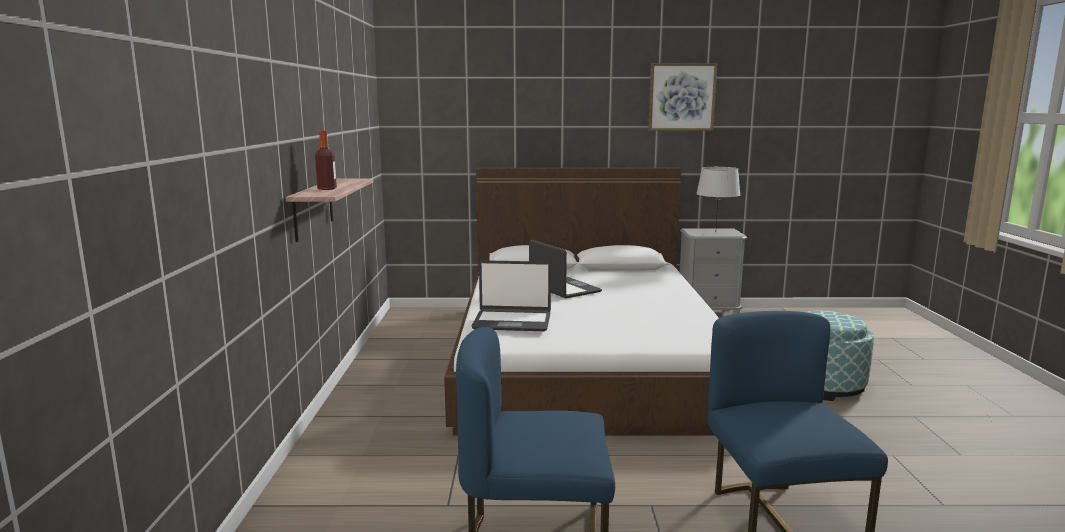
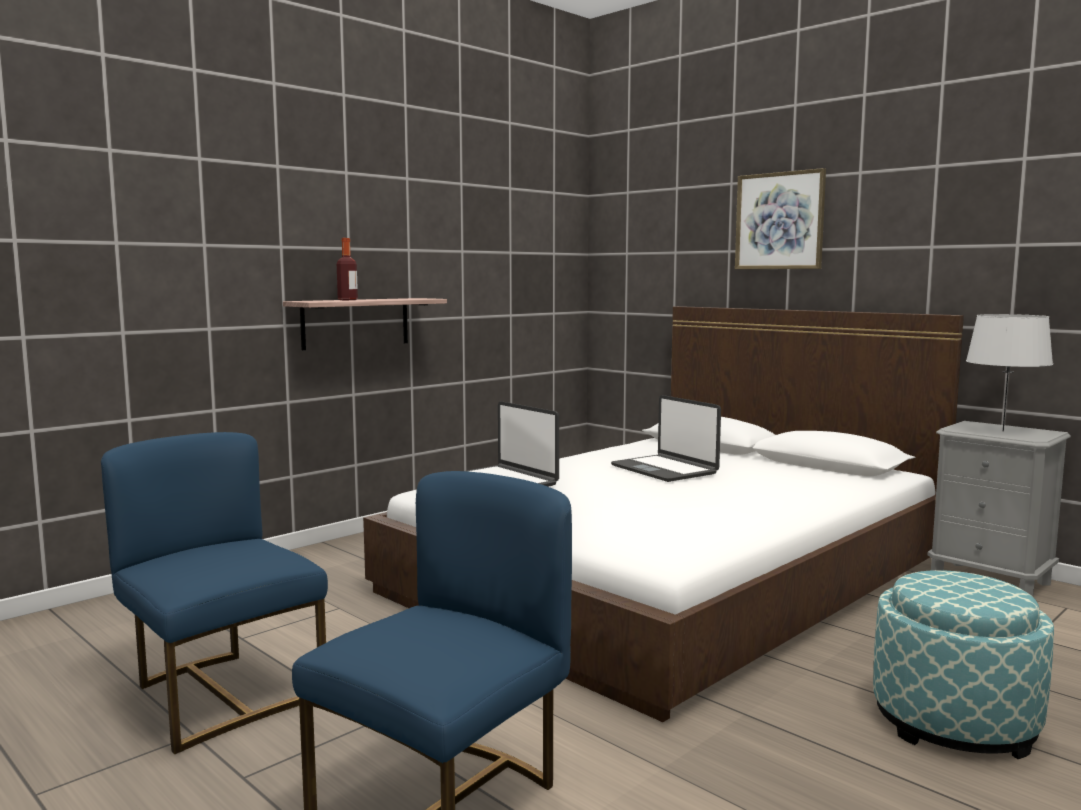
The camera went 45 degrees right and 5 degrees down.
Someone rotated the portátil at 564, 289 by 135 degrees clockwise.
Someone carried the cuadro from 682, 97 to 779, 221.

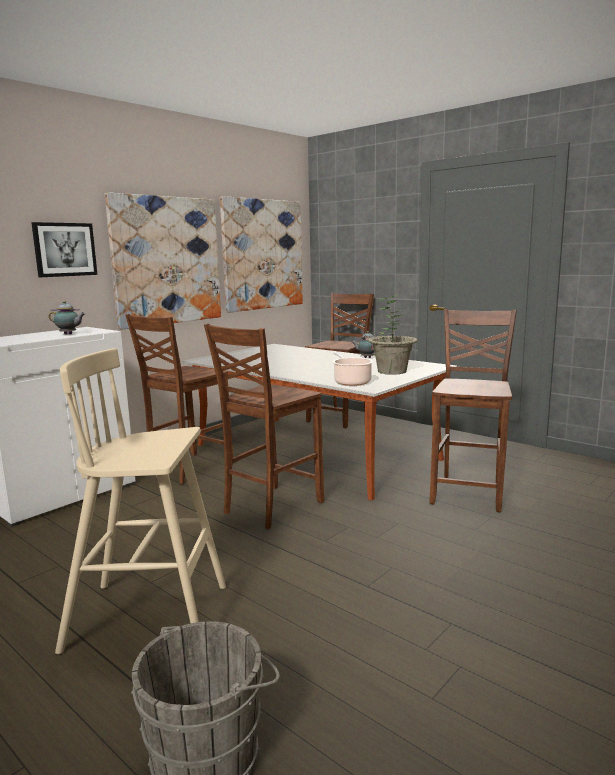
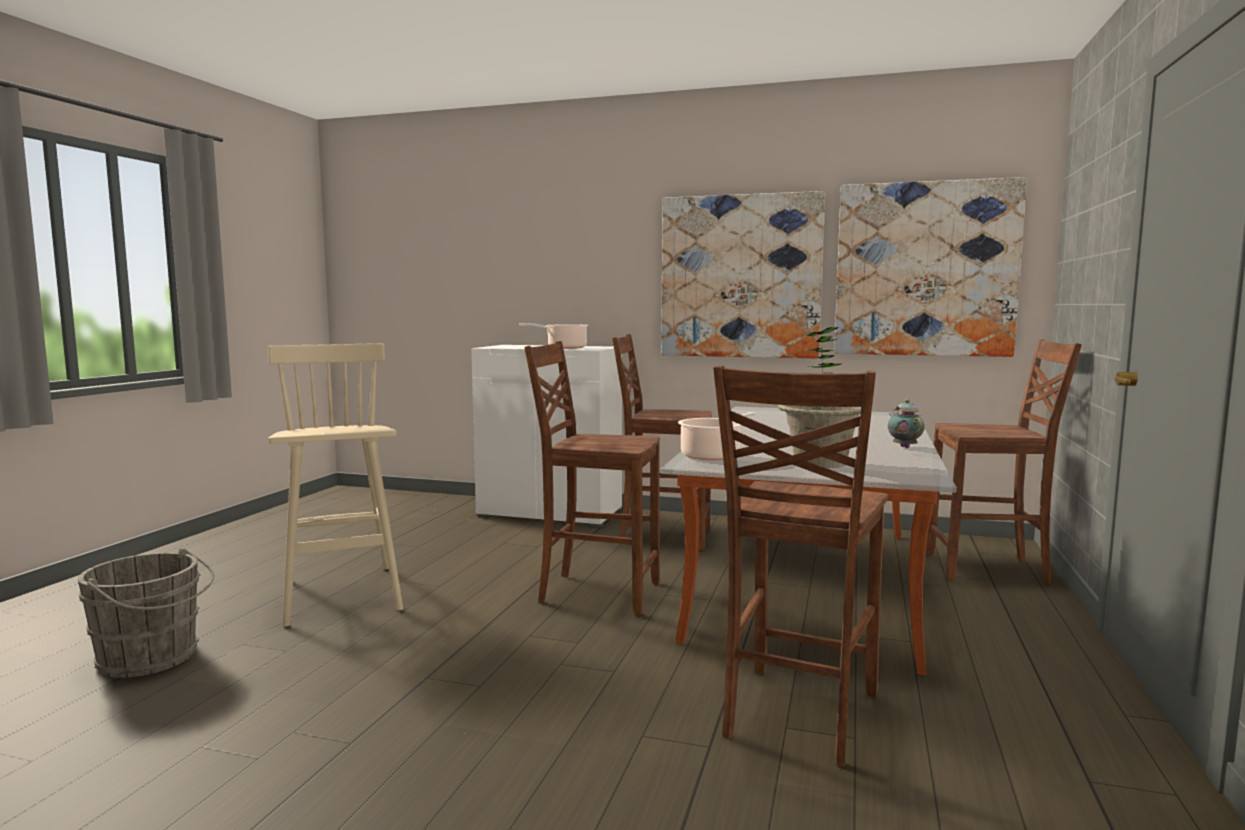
The camera went 65 degrees right and 5 degrees down.
Someone swapped the tetera at 69, 334 for the olla at 564, 348.
Someone rotated the silla (marrón) at 469, 492 by 120 degrees clockwise.
Someone took away the cuadro at 64, 249.

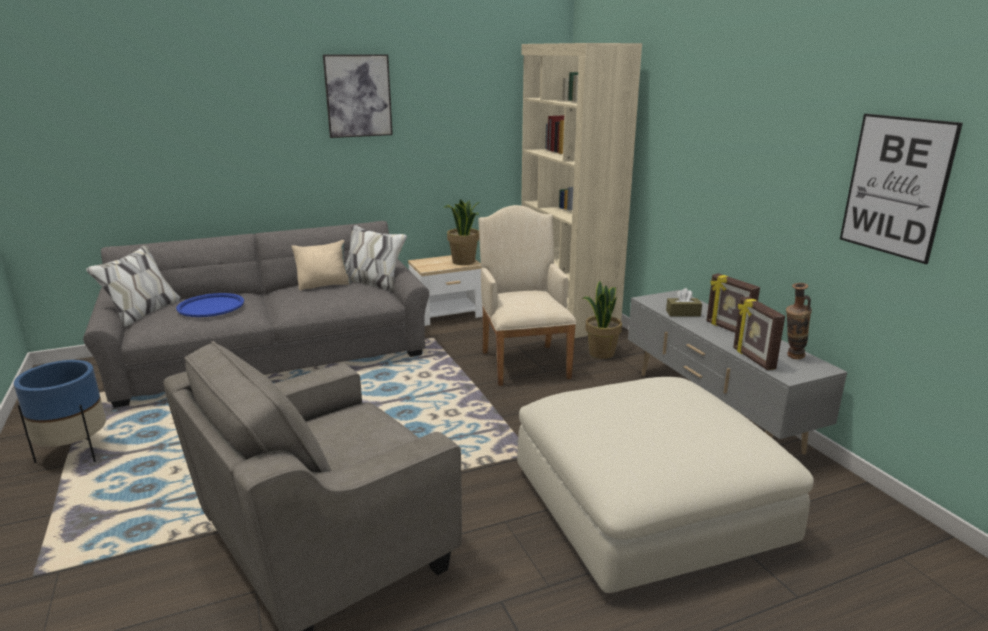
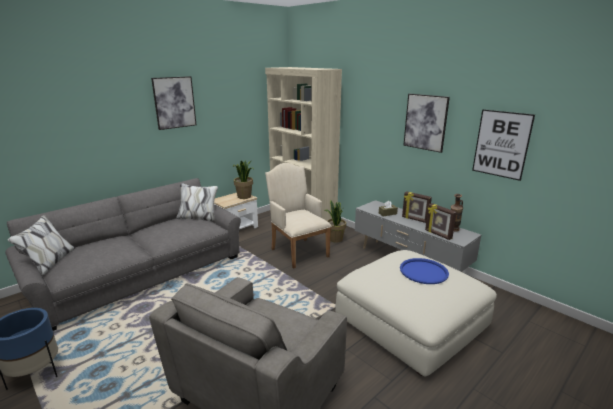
The camera went 20 degrees left and 0 degrees up.
Someone carried the bandeja (azul) from 211, 306 to 423, 271.
Someone put up the cuadro at 425, 122.
Someone took away the cojín (beis) at 324, 285.

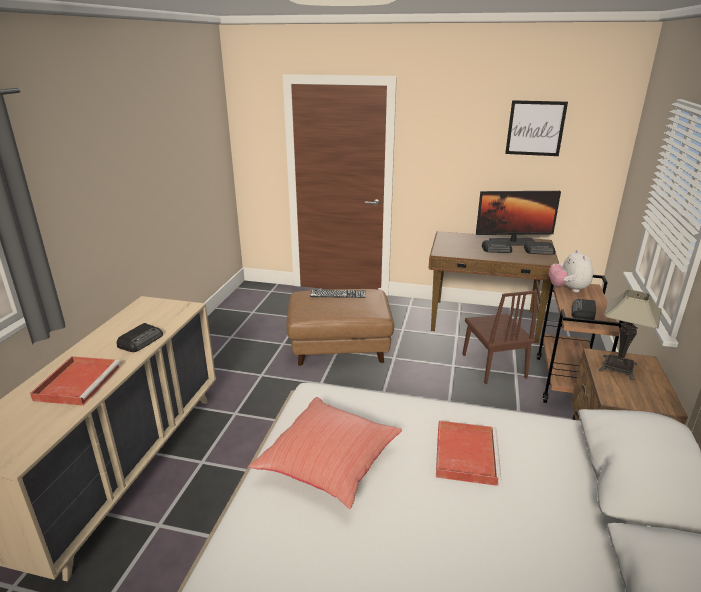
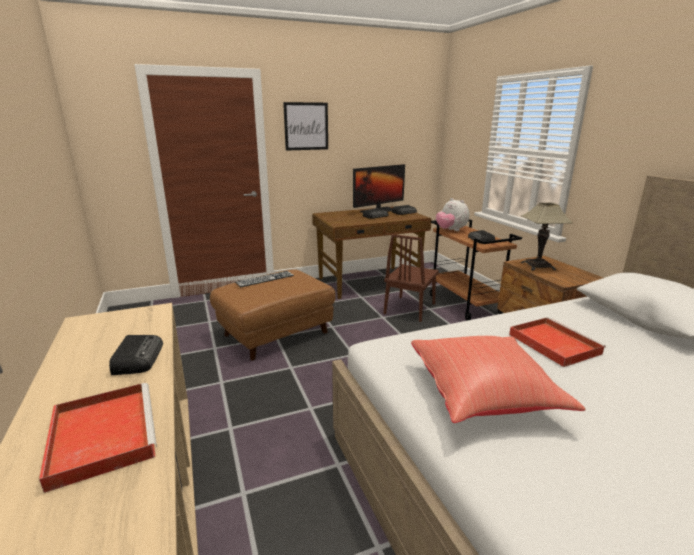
The camera went 35 degrees left and 5 degrees down.
Someone carried the cuadro from 535, 128 to 306, 126.
Someone rotated the silla (marrón) at 493, 366 by 75 degrees clockwise.

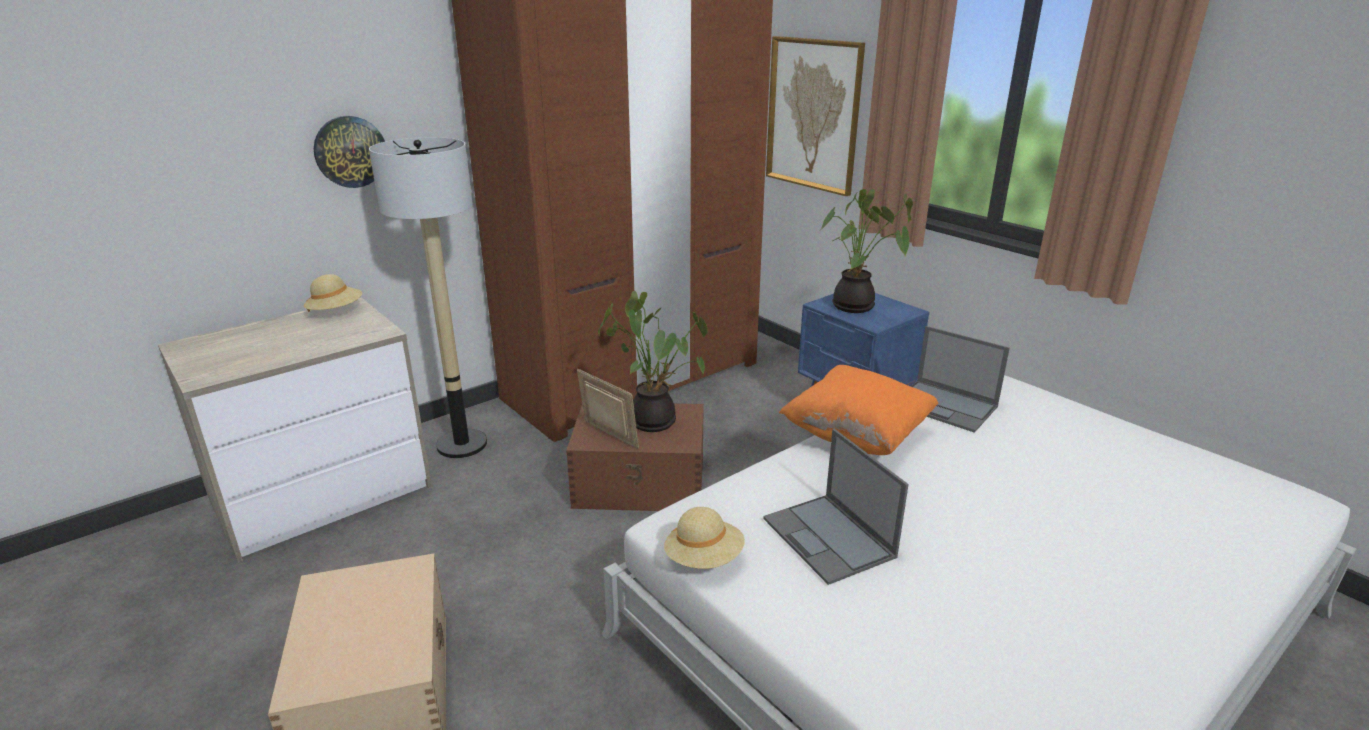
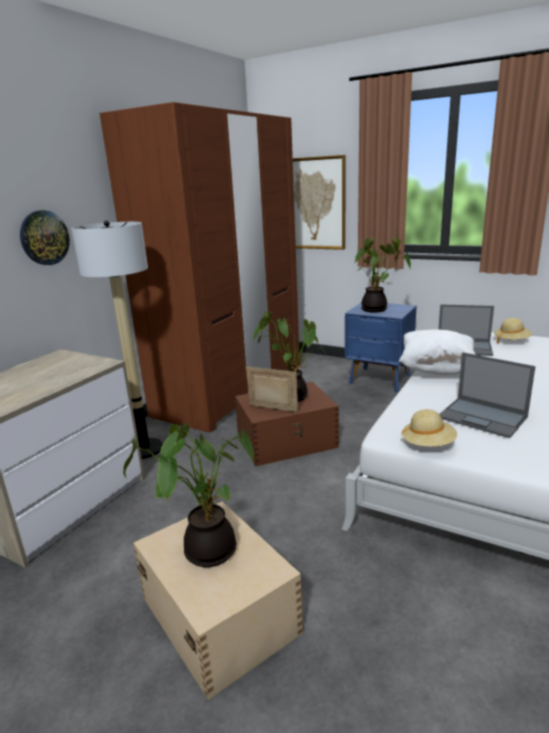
The camera went 20 degrees left and 5 degrees down.
Someone put down the planta en maceta at 207, 548.
Someone repainted the cojín (naranja) at 857, 436, which became the cojín (blanco) at 437, 370.
Someone carried the sombrero (beis) from 336, 312 to 511, 341.

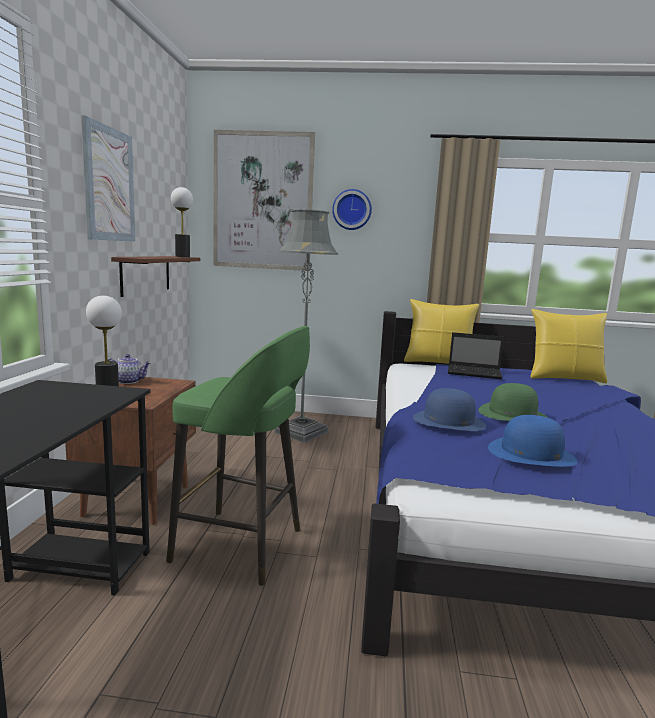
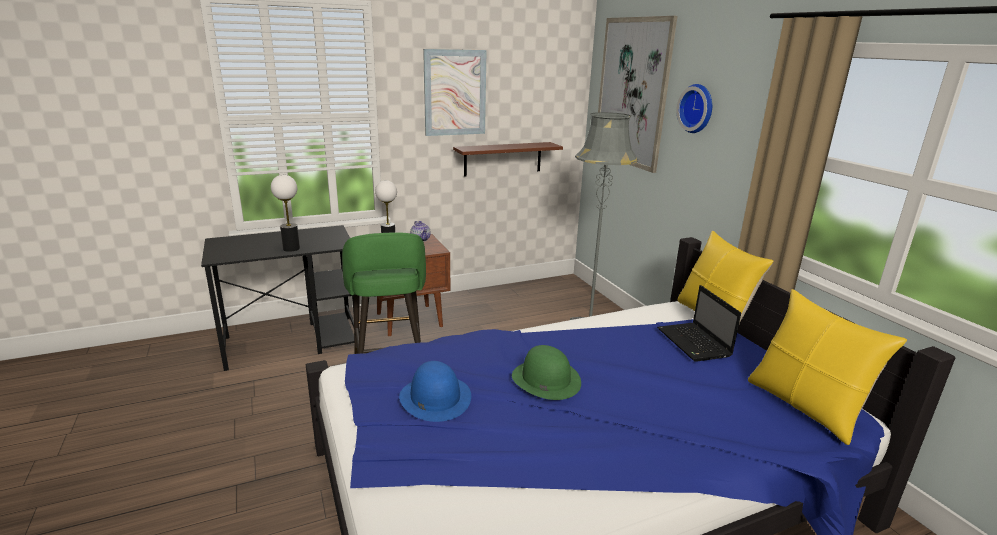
The camera went 60 degrees right and 10 degrees up.
Someone carried the lámpara de mesa from 182, 256 to 291, 248.
Someone took away the sombrero (azul) at 448, 421.

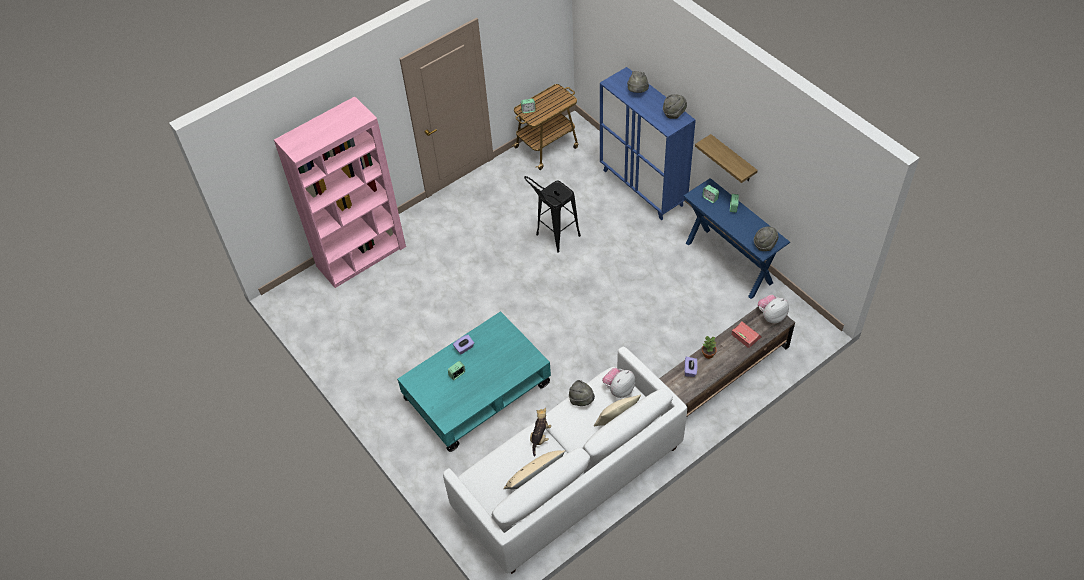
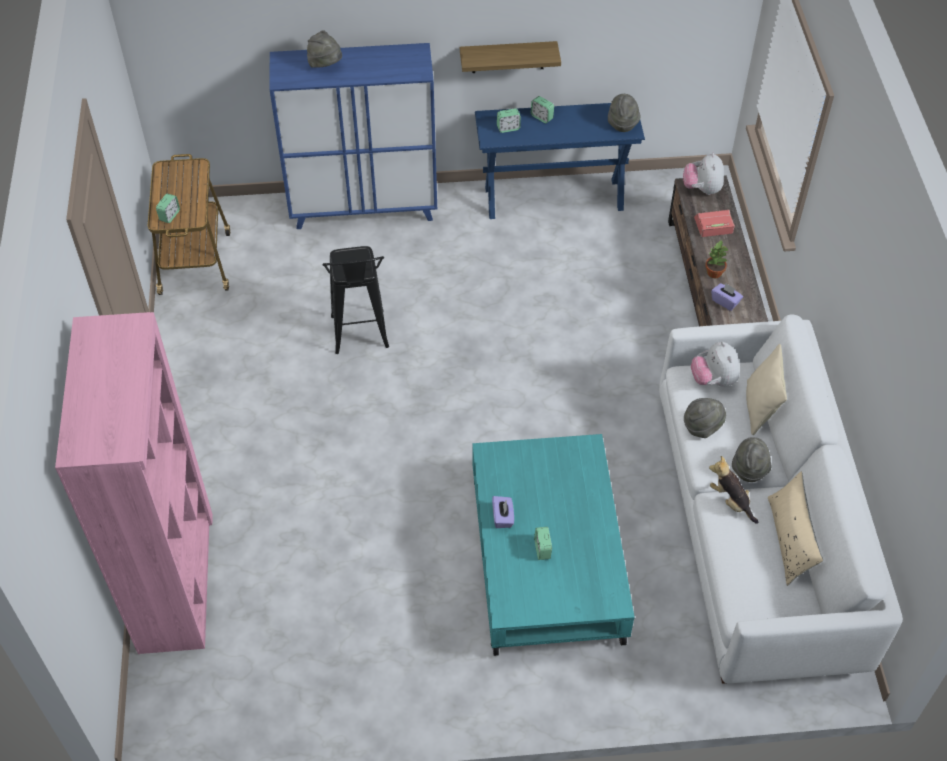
The camera went 60 degrees left and 0 degrees up.
Someone carried the sombrero (gris) from 674, 113 to 749, 469.

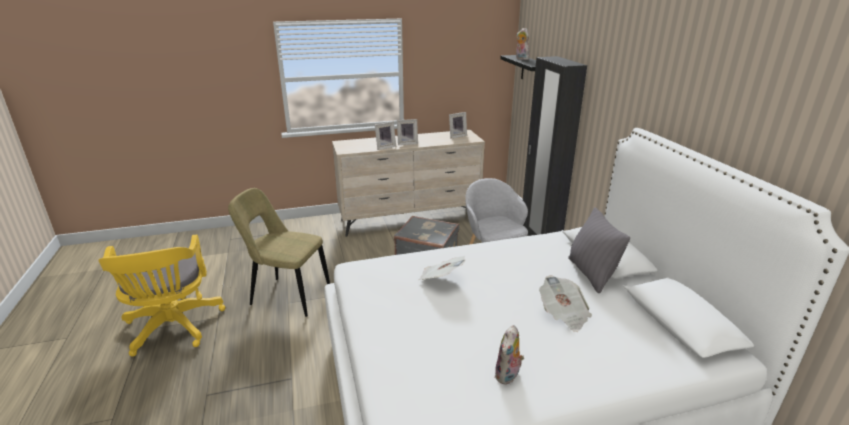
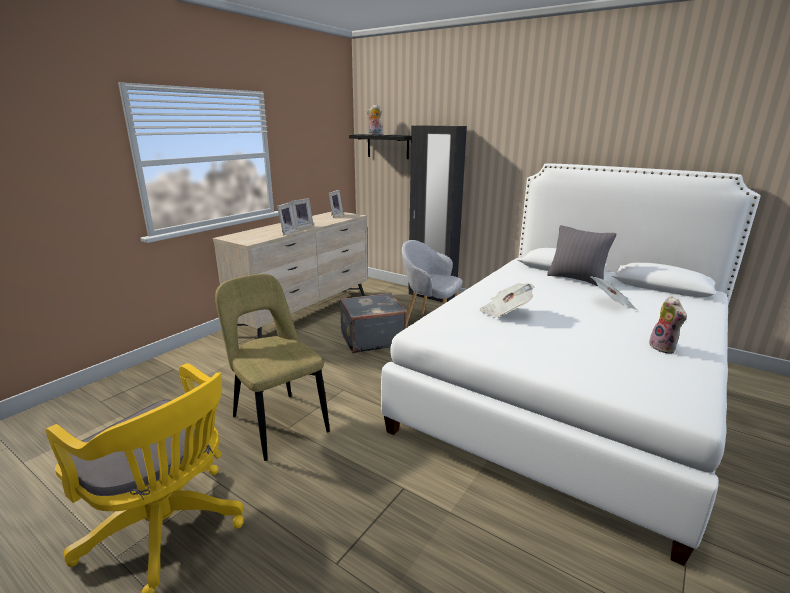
The camera went 40 degrees left and 5 degrees down.
Someone rotated the silla (beis) at 287, 296 by 75 degrees clockwise.

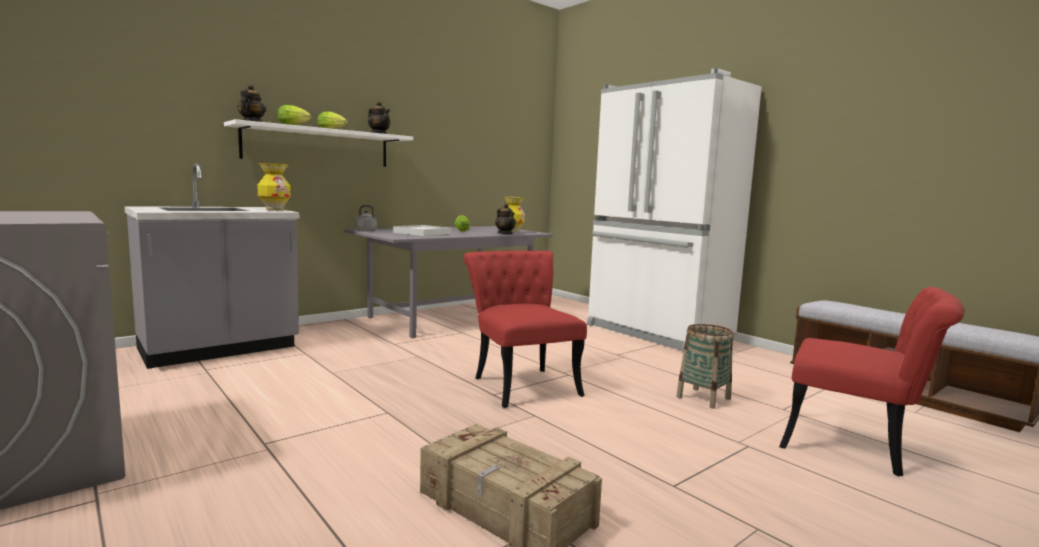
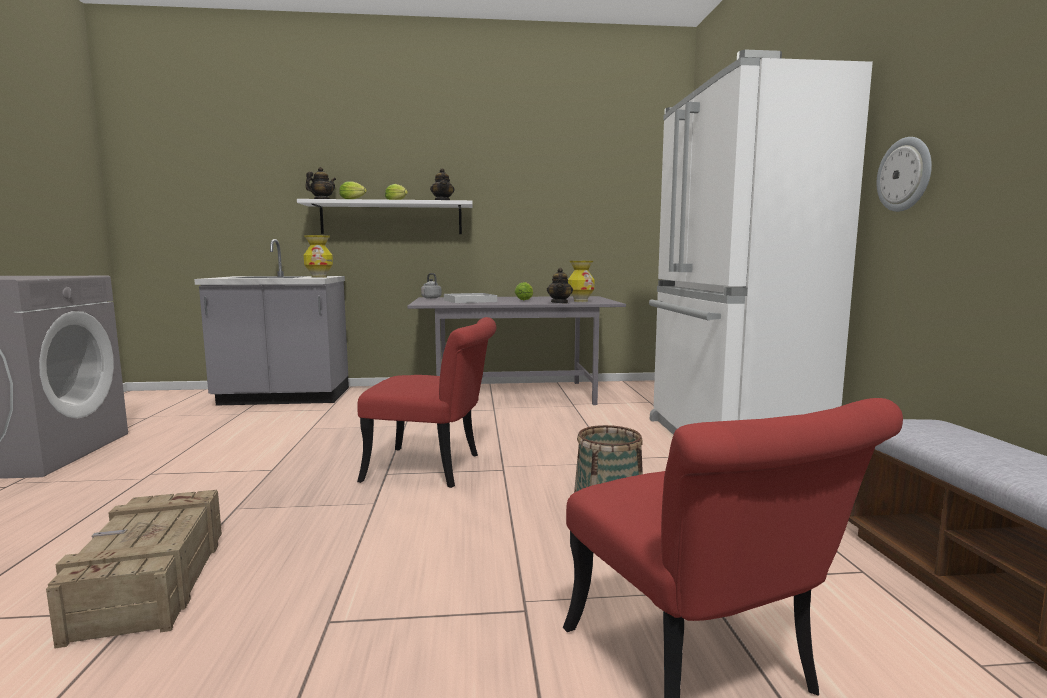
The camera went 35 degrees right and 0 degrees up.
Someone rotated the silla (rojo) at 521, 383 by 90 degrees clockwise.
Someone put up the reloj de pared at 905, 174.

